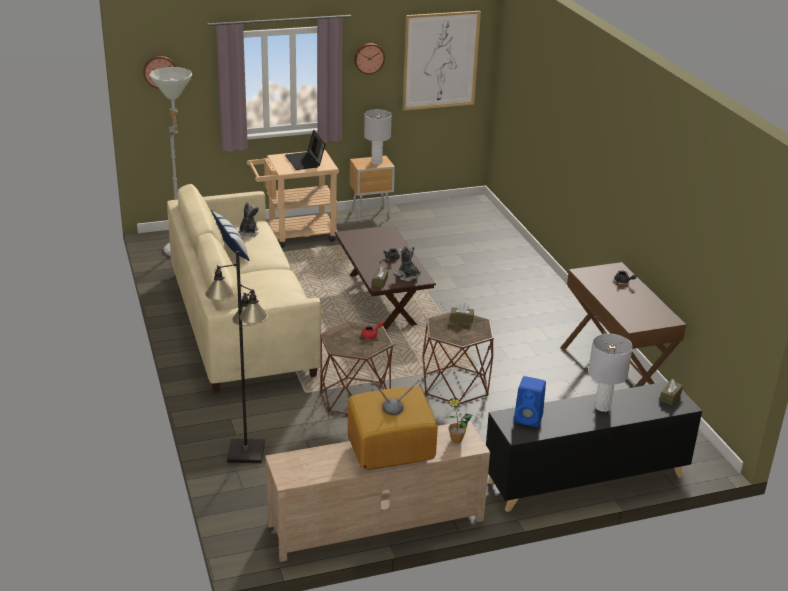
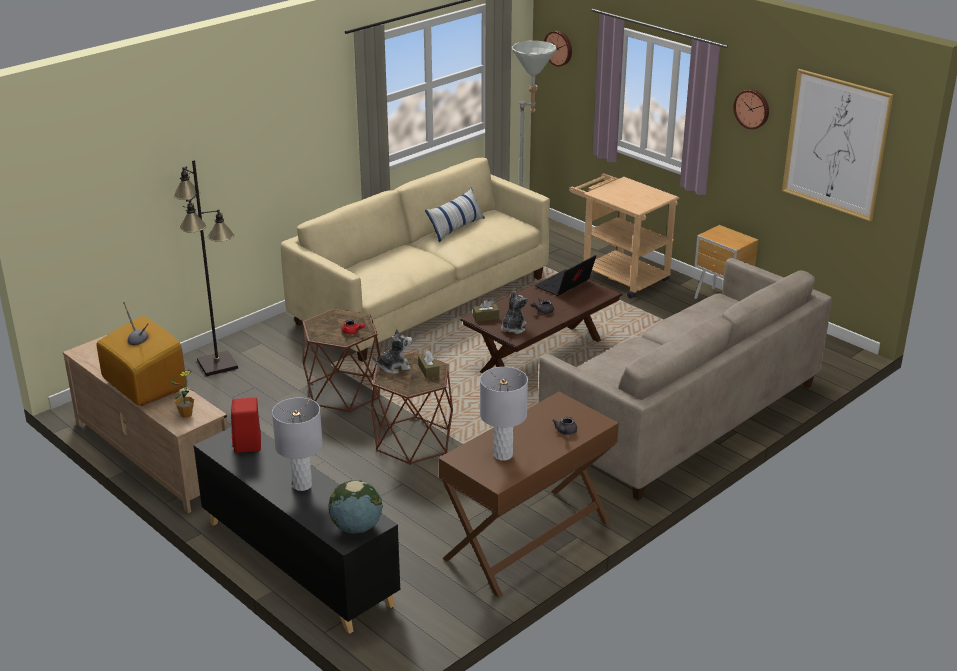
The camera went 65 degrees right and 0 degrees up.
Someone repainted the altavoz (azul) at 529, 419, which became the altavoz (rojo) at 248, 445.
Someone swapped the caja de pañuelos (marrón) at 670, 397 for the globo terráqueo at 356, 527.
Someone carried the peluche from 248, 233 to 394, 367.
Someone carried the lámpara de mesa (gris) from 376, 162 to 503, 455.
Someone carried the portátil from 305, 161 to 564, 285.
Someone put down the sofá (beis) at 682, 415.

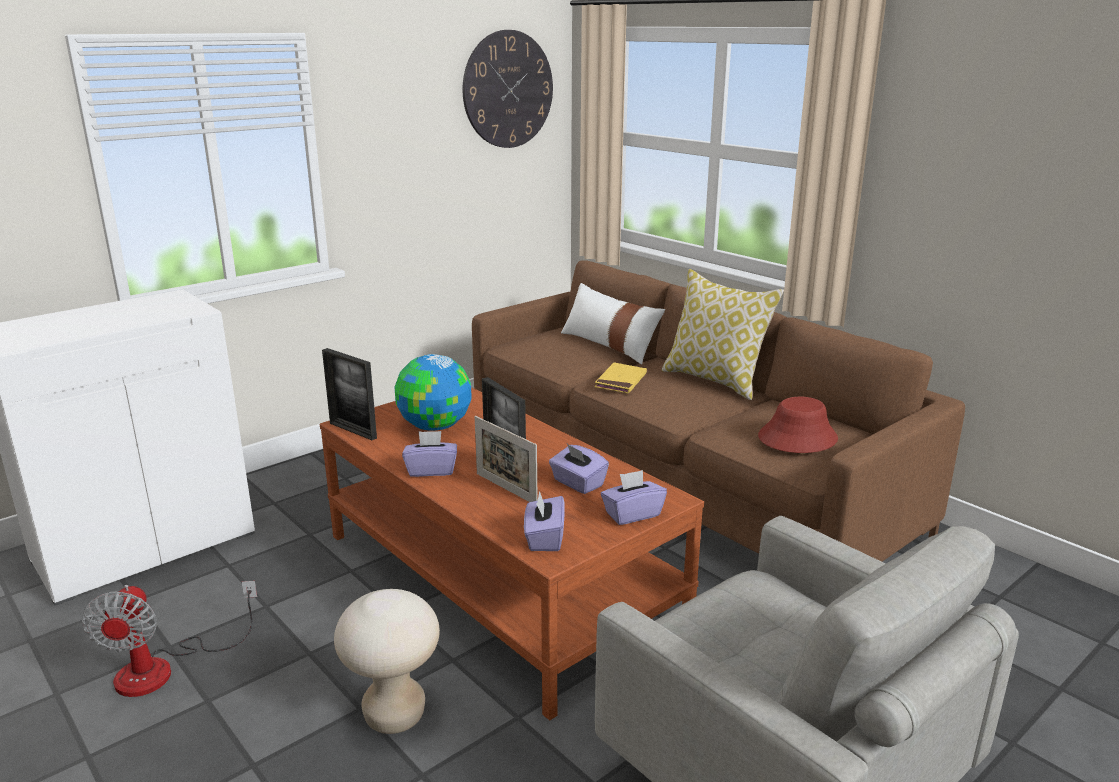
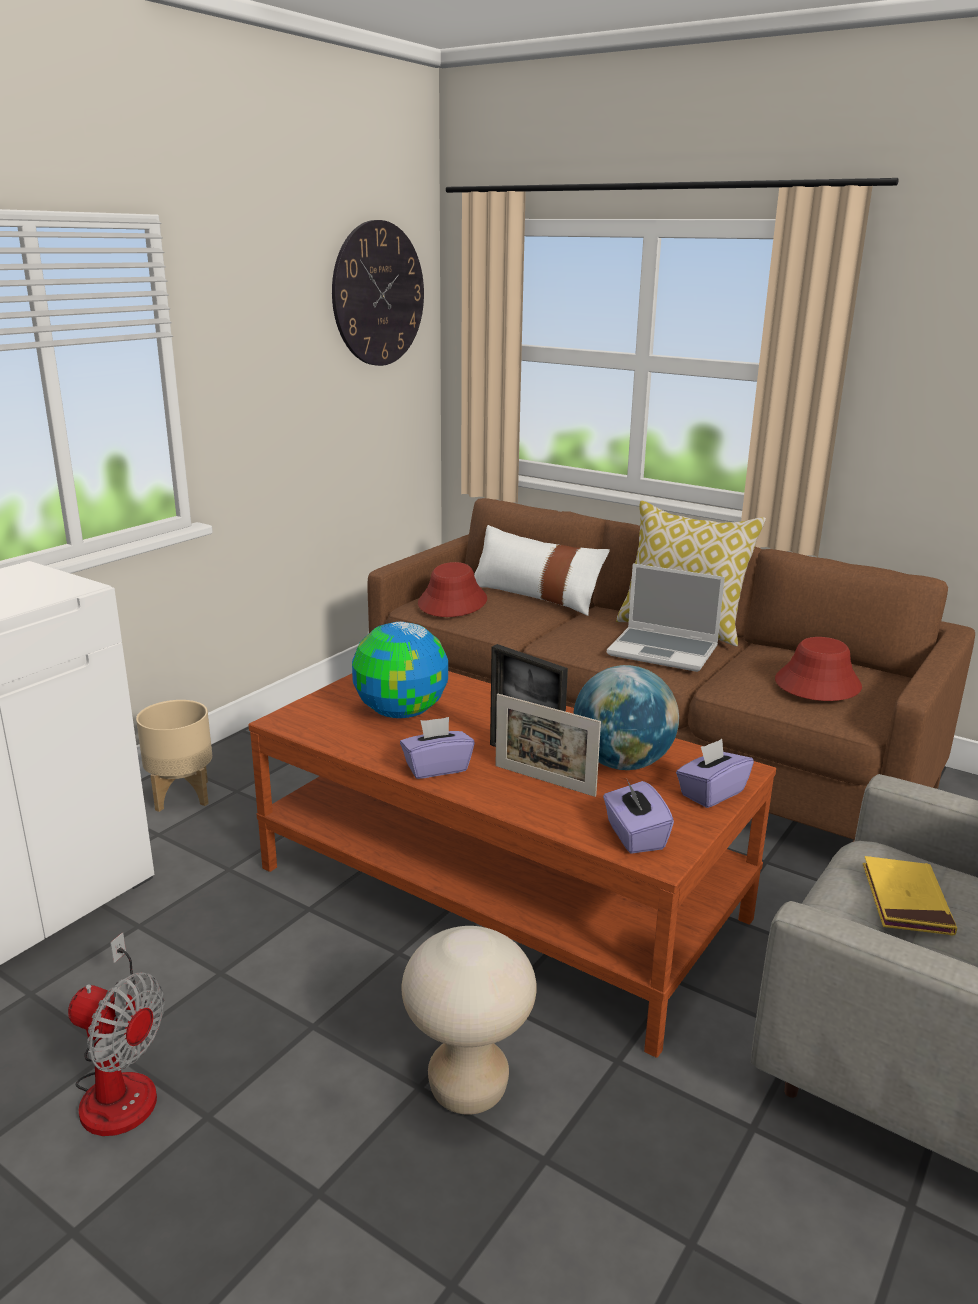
The camera went 15 degrees left and 0 degrees up.
Someone rotated the ventilador at 164, 668 by 45 degrees counterclockwise.
Someone put down the maceta (beis) at 181, 795.
Someone put down the sombrero (rojo) at 453, 602.
Someone swapped the caja de pañuelos (morado) at 578, 483 for the globo terráqueo at 622, 763.
Someone put down the portátil at 664, 651.
Someone carried the libro (amarillo) from 621, 381 to 906, 900.
Someone took away the portarretratos at 353, 430.

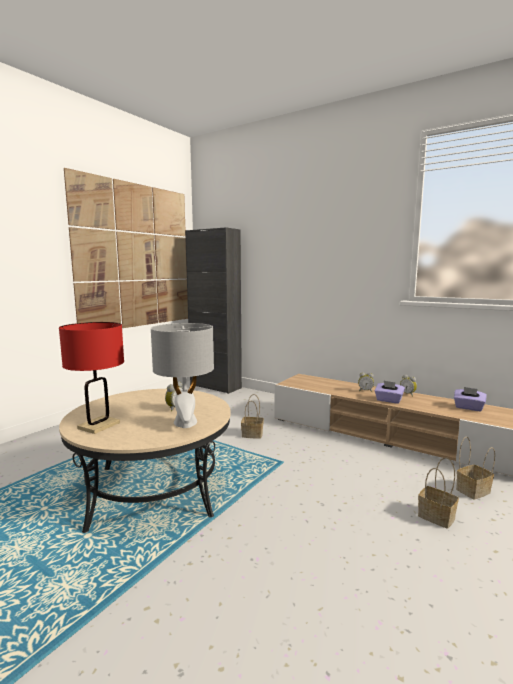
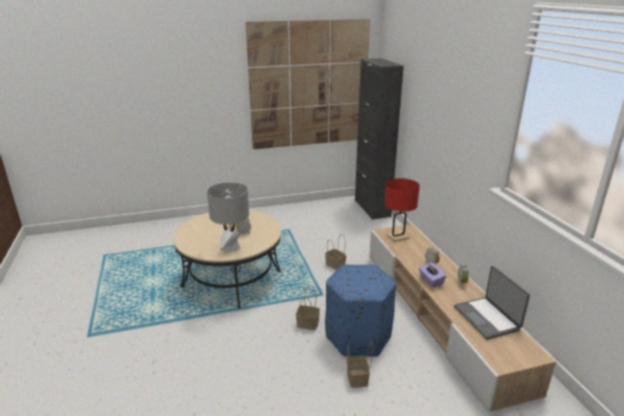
The camera went 40 degrees right and 15 degrees up.
Someone carried the cesta from 473, 490 to 308, 323.
Someone put down the puf (azul) at 358, 337.
Someone carried the lámpara de mesa (rojo) from 99, 425 to 398, 237.
Someone swapped the caja de pañuelos (morado) at 468, 408 for the portátil at 487, 318.

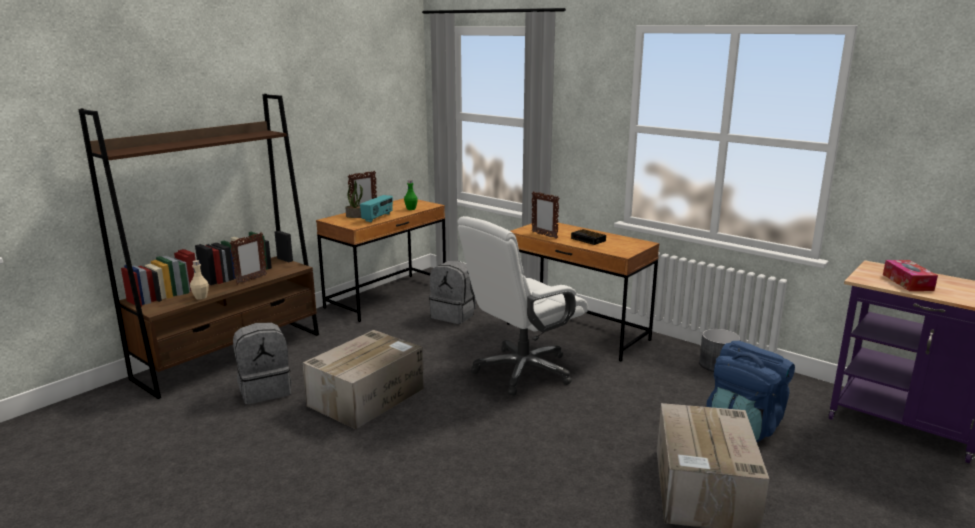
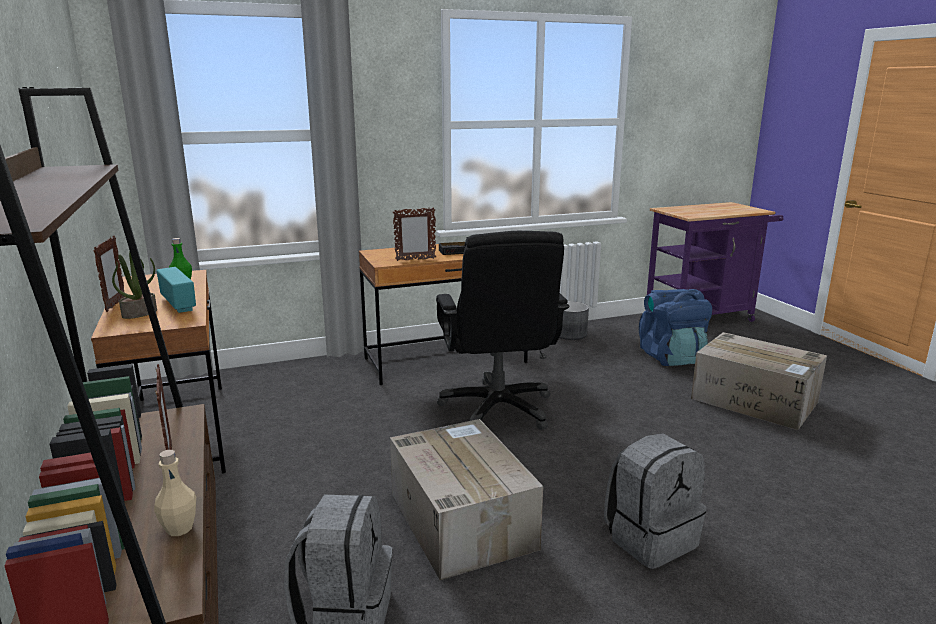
The camera went 60 degrees left and 0 degrees up.
Someone repainted the silla de oficina (blanco) at 522, 371, which became the silla de oficina (negro) at 498, 409.
Someone carried the mochila (gris) from 454, 315 to 650, 538.
Someone took away the caja de pañuelos at 907, 282.

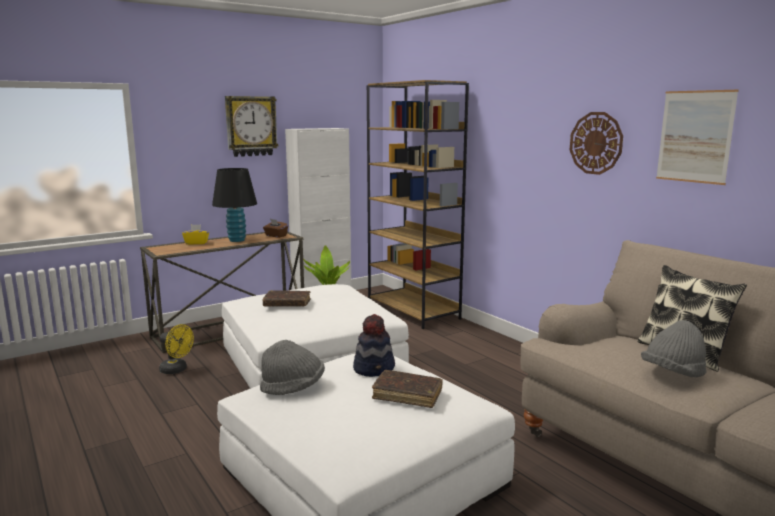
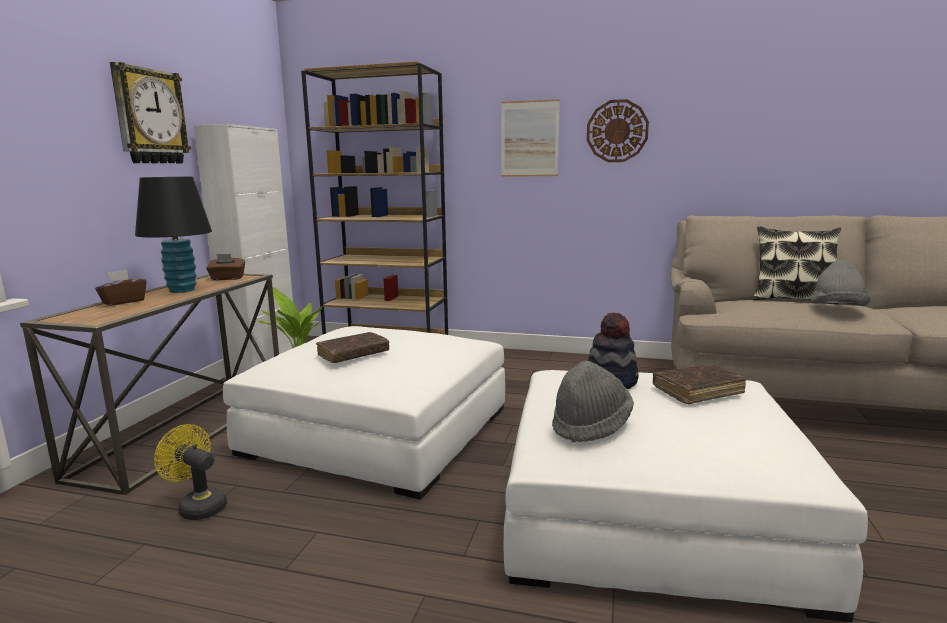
The camera went 40 degrees left and 0 degrees up.
Someone repainted the caja de pañuelos (amarillo) at 196, 243, which became the caja de pañuelos (marrón) at 123, 302.
Someone rotated the ventilador (amarillo) at 177, 370 by 135 degrees counterclockwise.
Someone carried the cuadro from 695, 136 to 529, 139.

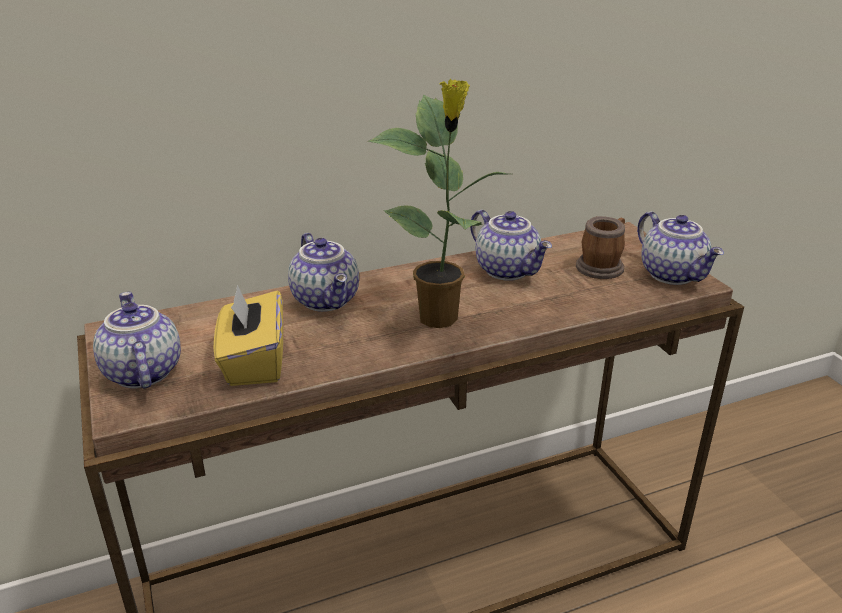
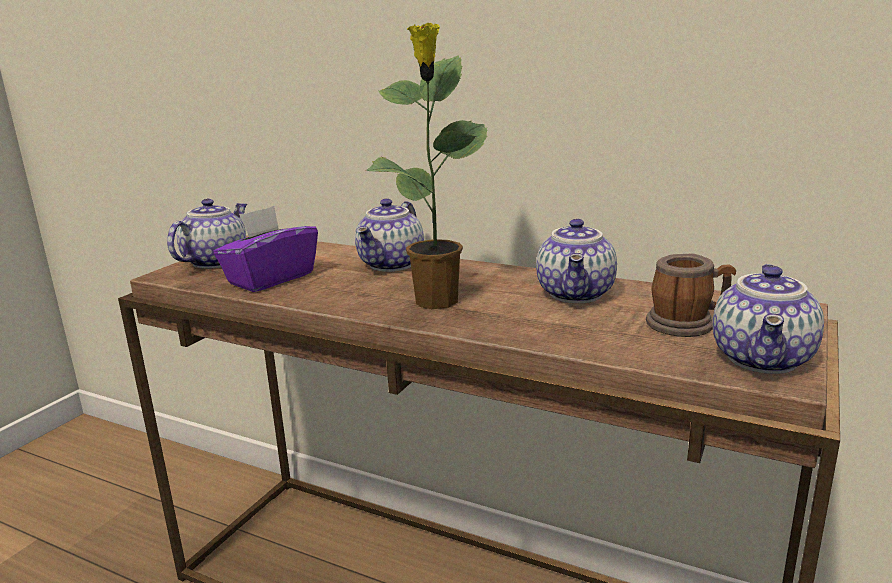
The camera went 50 degrees right and 10 degrees down.
Someone repainted the caja de pañuelos (amarillo) at 254, 362, which became the caja de pañuelos (morado) at 270, 279.

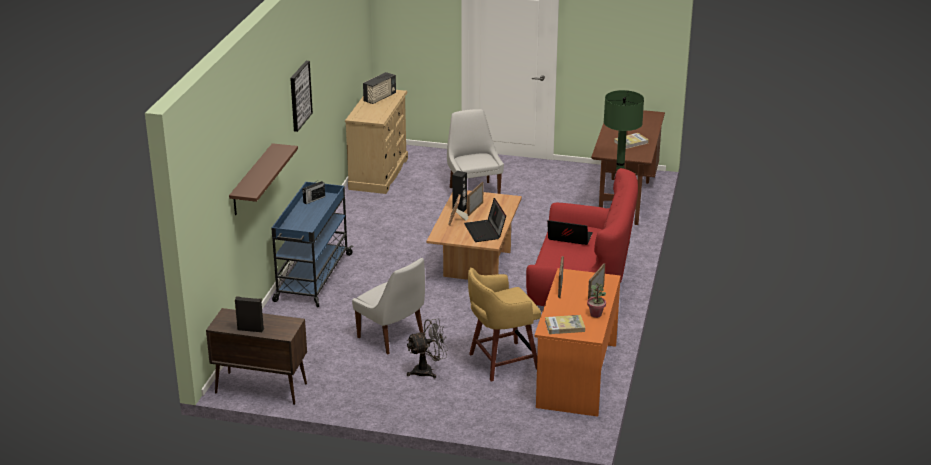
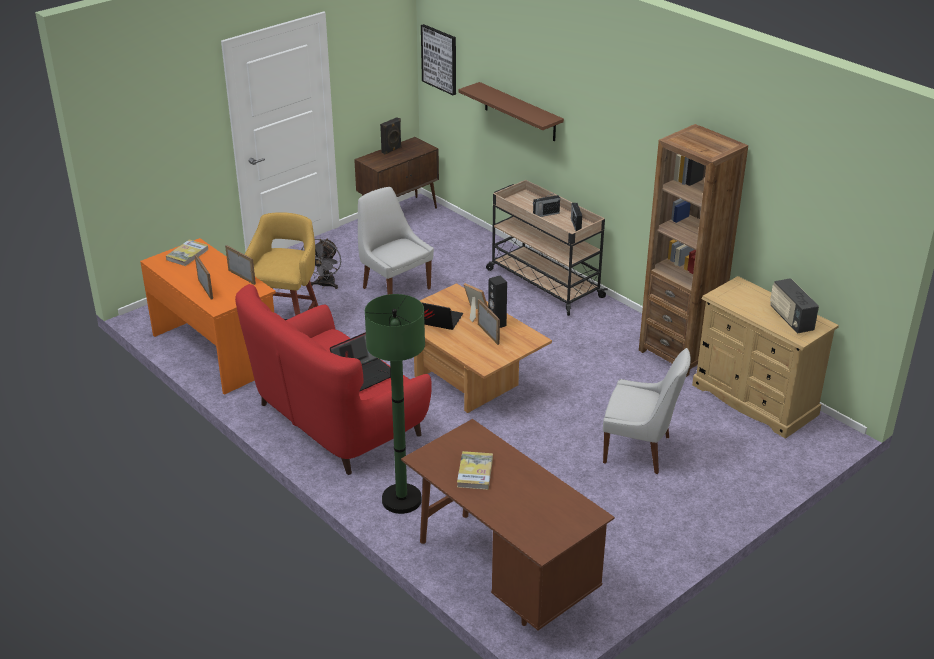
The camera went 125 degrees right and 5 degrees up.
Someone rotated the silla (blanco) at 392, 337 by 60 degrees clockwise.
Someone carried the cuadro from 299, 95 to 440, 59.
Someone repainted the carrito (azul) at 312, 278, which became the carrito (beis) at 543, 283.
Someone put down the radio at 545, 214.
Someone put down the estantería (marrón) at 678, 353.
Someone took away the planta en maceta at 596, 314.

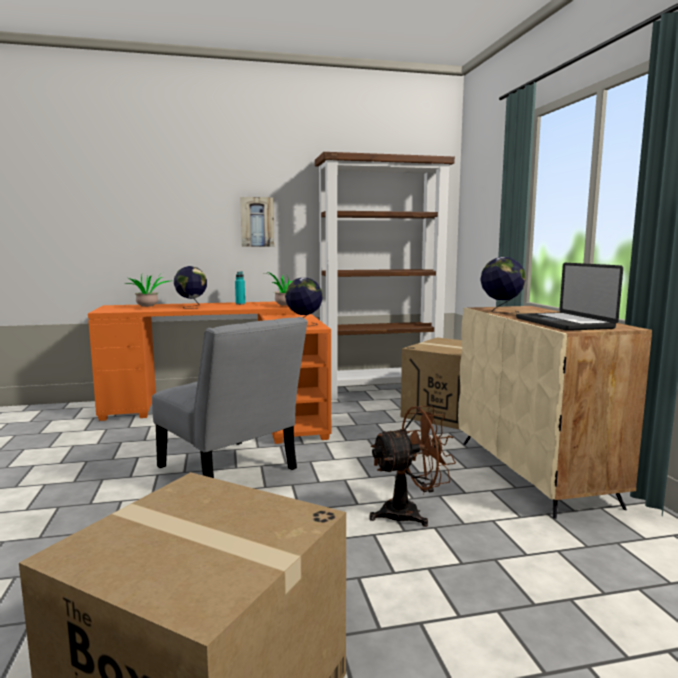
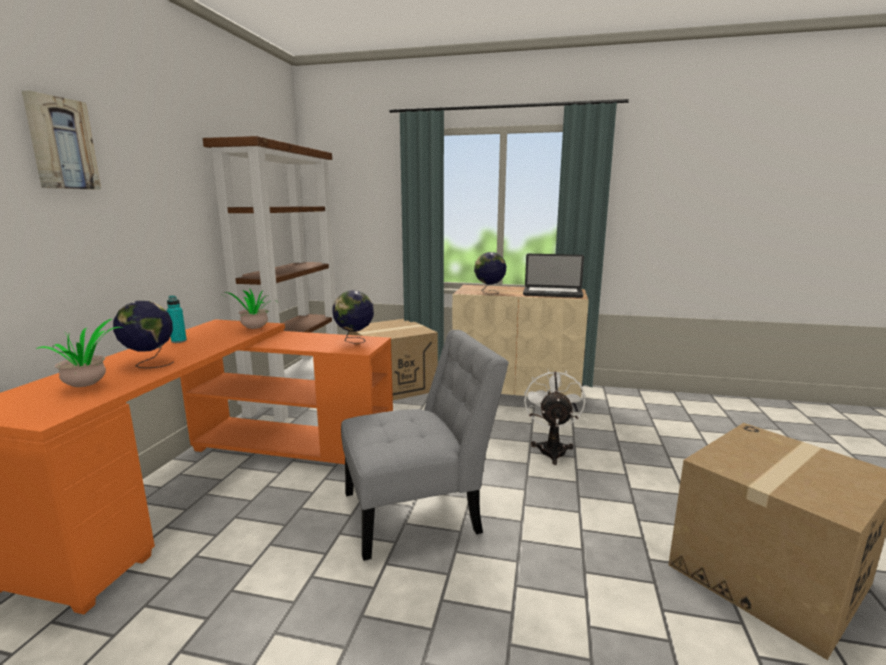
The camera went 65 degrees left and 5 degrees up.
Someone carried the cuadro from 257, 222 to 61, 144.
Someone repainted the ventilador (marrón) at 409, 513, which became the ventilador (blanco) at 552, 448.

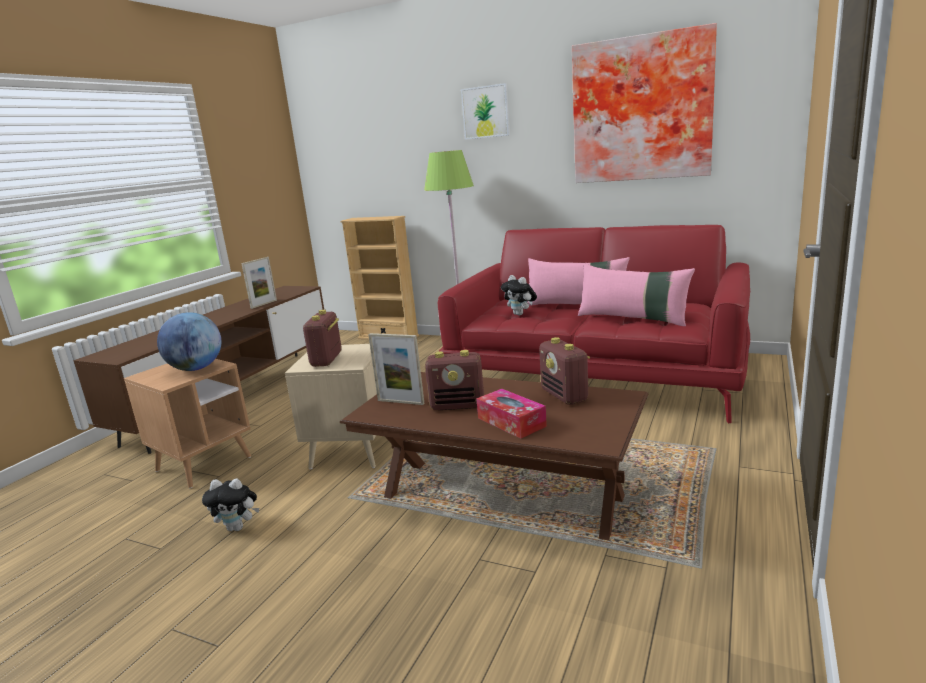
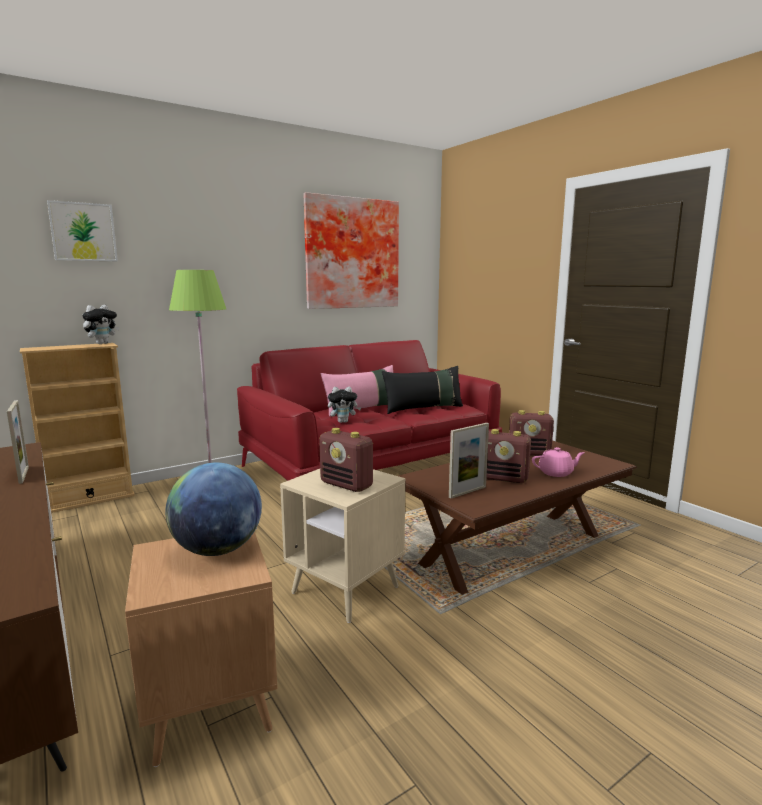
The camera went 60 degrees left and 5 degrees down.
Someone carried the cuadro from 485, 112 to 83, 232.
Someone carried the peluche from 238, 527 to 102, 343.
Someone repainted the cojín (rosa) at 633, 319, which became the cojín (negro) at 423, 409.
Someone rotated the radio at 458, 405 by 75 degrees clockwise.
Someone swapped the caja de pañuelos at 511, 422 for the tetera (rosa) at 556, 473.

